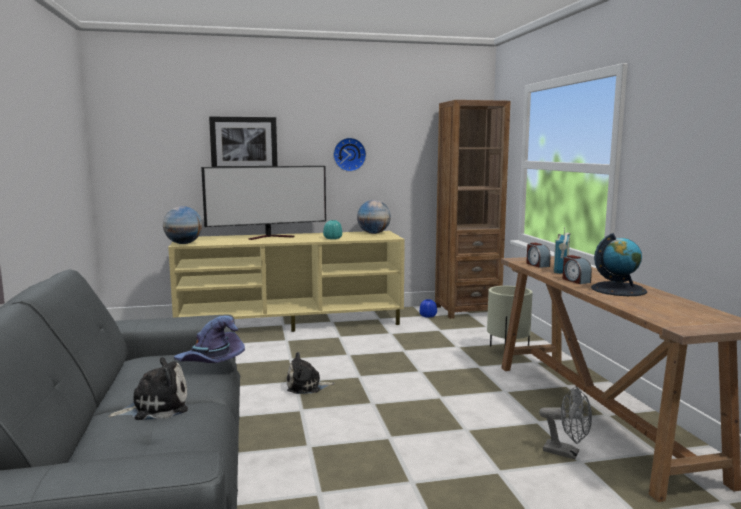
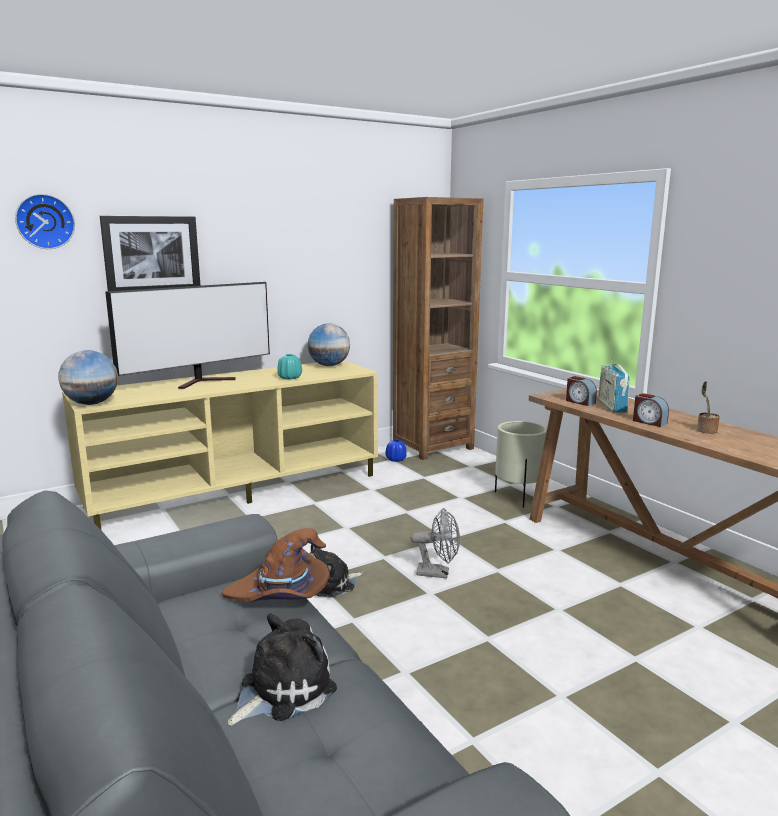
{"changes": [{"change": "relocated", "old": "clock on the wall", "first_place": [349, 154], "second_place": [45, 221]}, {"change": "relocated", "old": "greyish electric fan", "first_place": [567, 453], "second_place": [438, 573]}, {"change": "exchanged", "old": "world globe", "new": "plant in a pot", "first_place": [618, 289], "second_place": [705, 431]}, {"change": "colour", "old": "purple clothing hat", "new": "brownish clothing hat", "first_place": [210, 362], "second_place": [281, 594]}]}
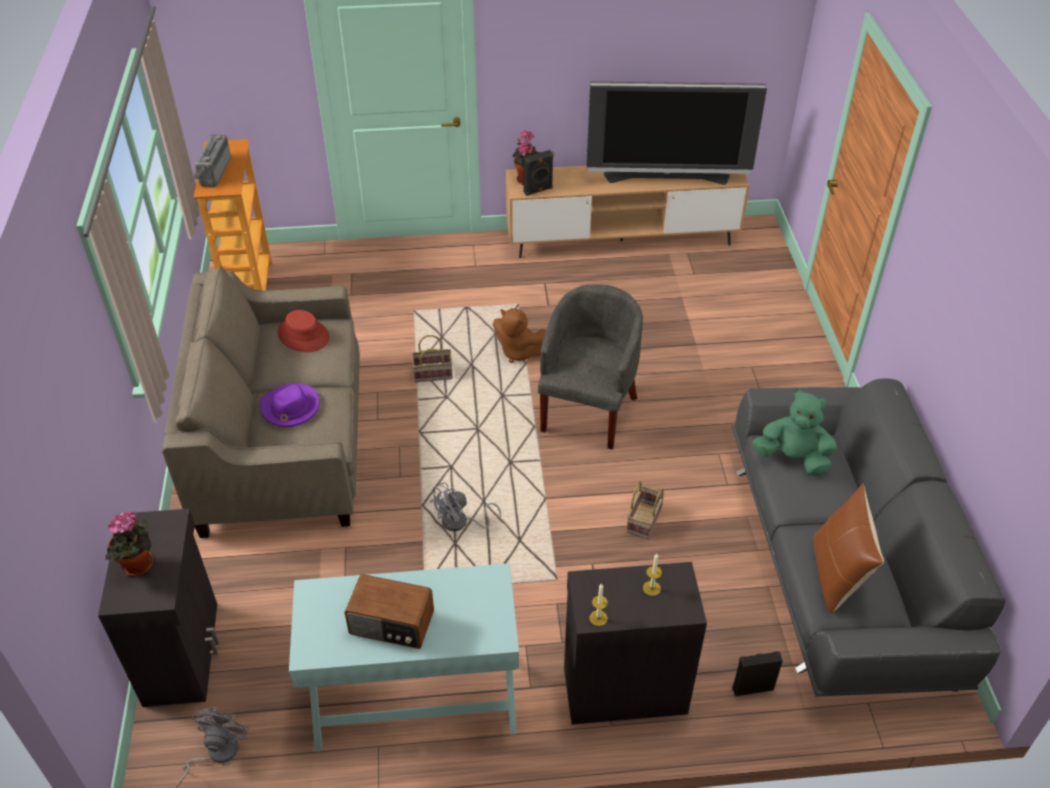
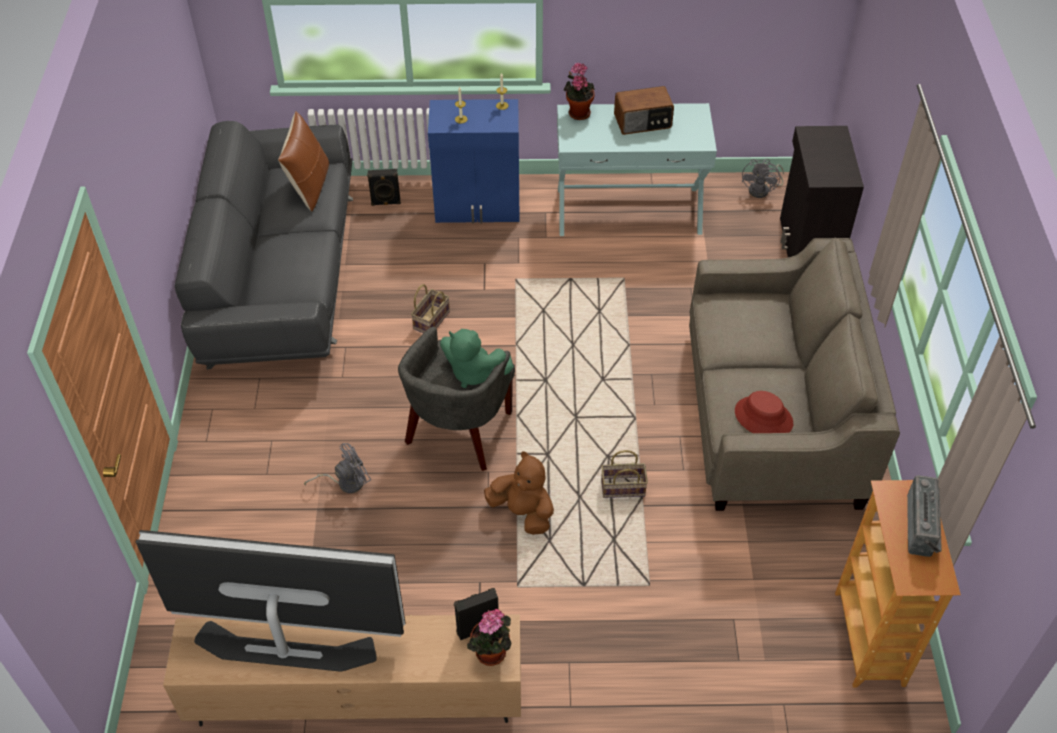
{"changes": [{"change": "missing", "old": "purple clothing hat", "first_place": [290, 408]}, {"change": "relocated", "old": "plant in a pot", "first_place": [138, 567], "second_place": [578, 112]}, {"change": "relocated", "old": "greyish electric fan", "first_place": [460, 523], "second_place": [345, 482]}, {"change": "relocated", "old": "green plush toy", "first_place": [793, 458], "second_place": [473, 372]}, {"change": "colour", "old": "black-coloured storage cabinet", "new": "blue-coloured storage cabinet", "first_place": [623, 689], "second_place": [478, 207]}, {"change": "spun", "old": "radio receiver", "first_place": [392, 624], "second_place": [643, 122], "degrees": 150}]}
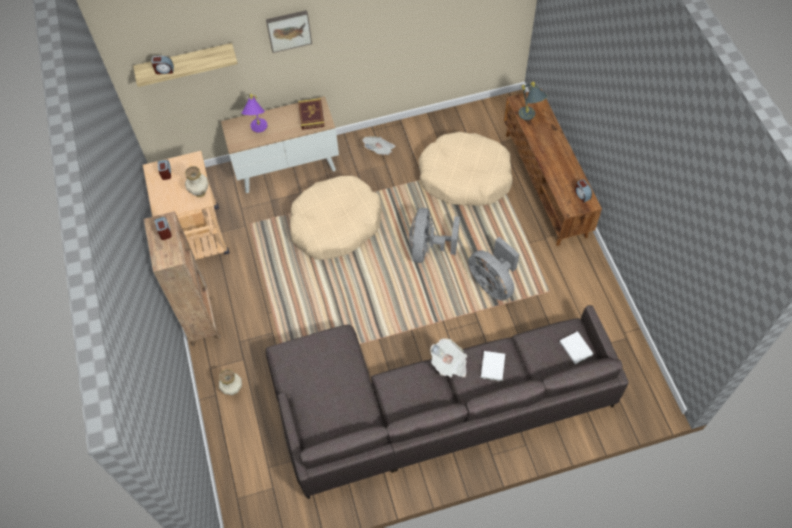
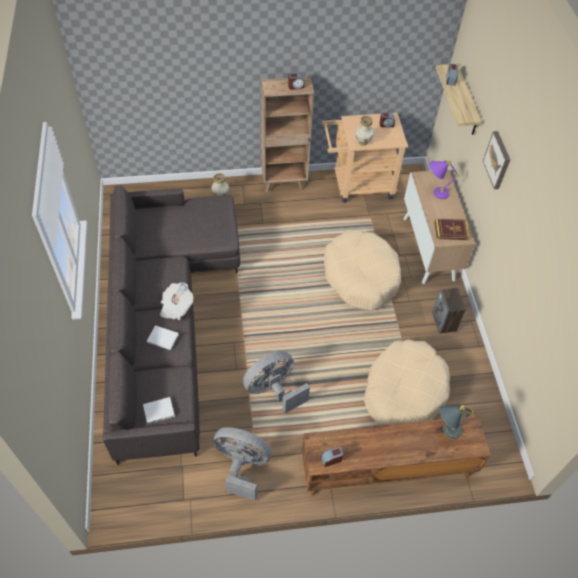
{"changes": [{"change": "relocated", "old": "greyish electric fan", "first_place": [428, 248], "second_place": [242, 465]}, {"change": "exchanged", "old": "newspaper", "new": "speaker", "first_place": [379, 150], "second_place": [444, 322]}]}
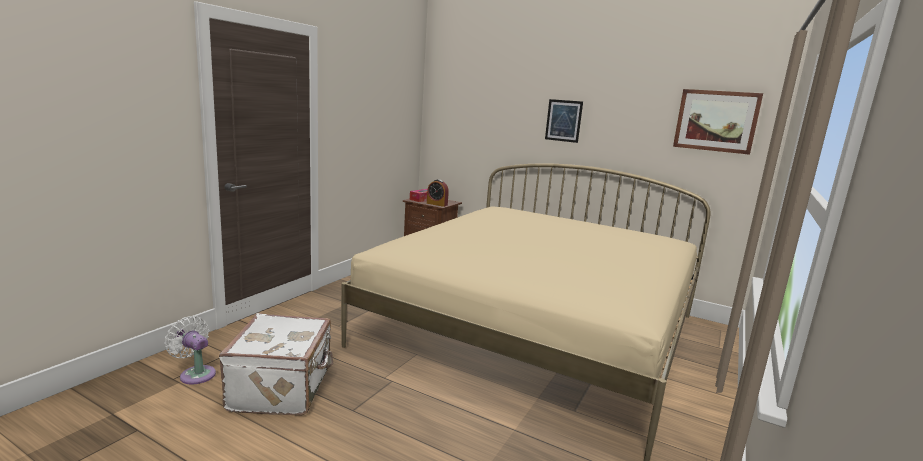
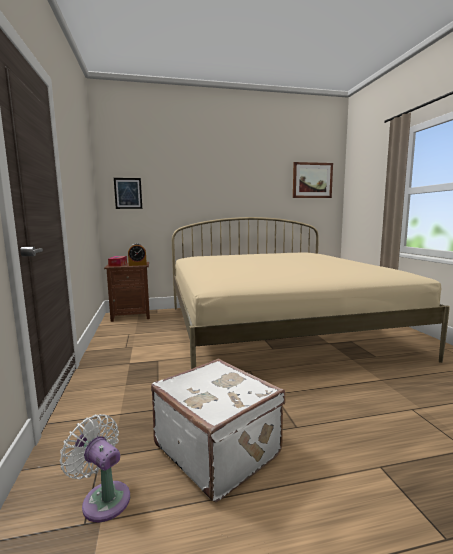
{"changes": [{"change": "relocated", "old": "wall picture", "first_place": [563, 120], "second_place": [128, 193]}, {"change": "spun", "old": "white-coloured electric fan", "first_place": [196, 374], "second_place": [103, 498], "degrees": 45}]}
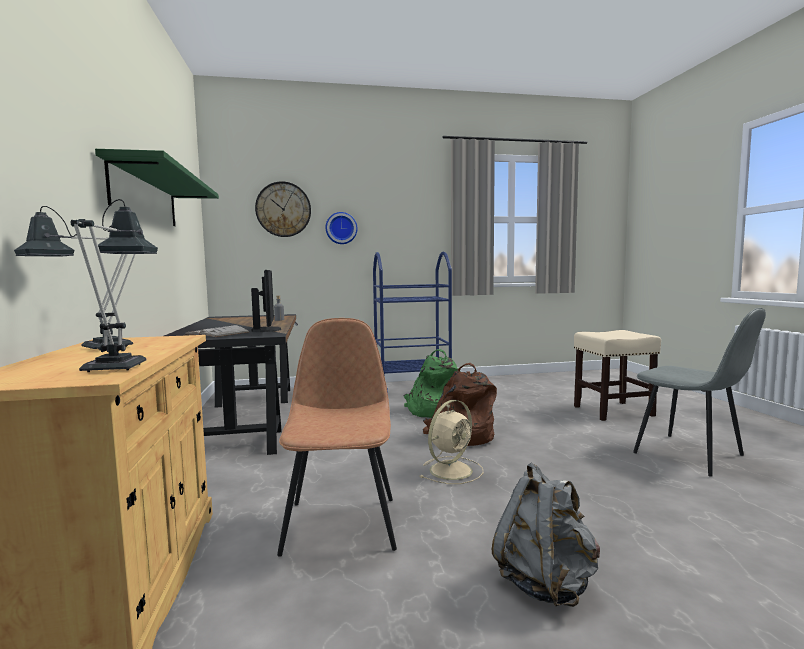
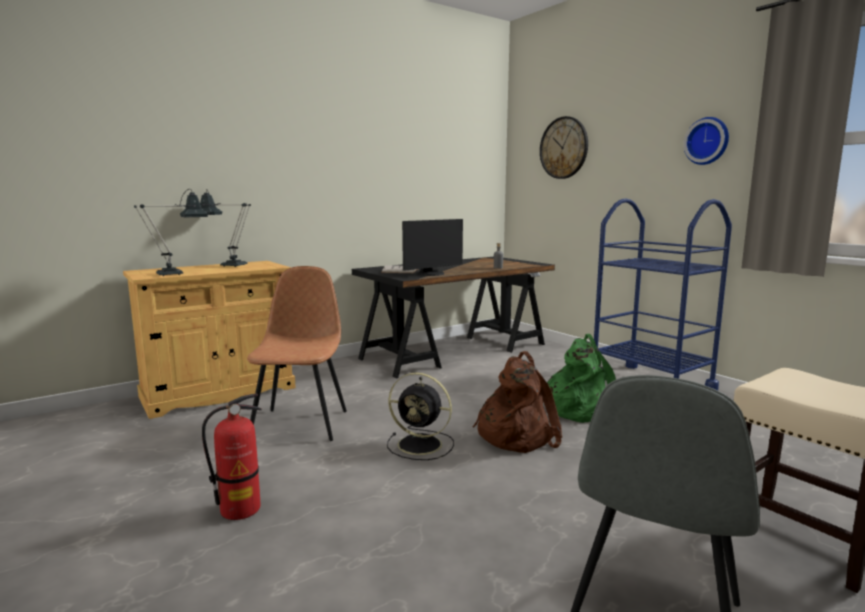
{"changes": [{"change": "missing", "old": "green shelf", "first_place": [145, 196]}, {"change": "relocated", "old": "clock on the wall", "first_place": [341, 228], "second_place": [707, 141]}, {"change": "exchanged", "old": "greyish backpack", "new": "fire extinguisher", "first_place": [545, 583], "second_place": [240, 509]}, {"change": "colour", "old": "sand-coloured electric fan", "new": "black-coloured electric fan", "first_place": [452, 470], "second_place": [421, 445]}, {"change": "spun", "old": "brownish chair", "first_place": [341, 523], "second_place": [300, 423], "degrees": -60}]}
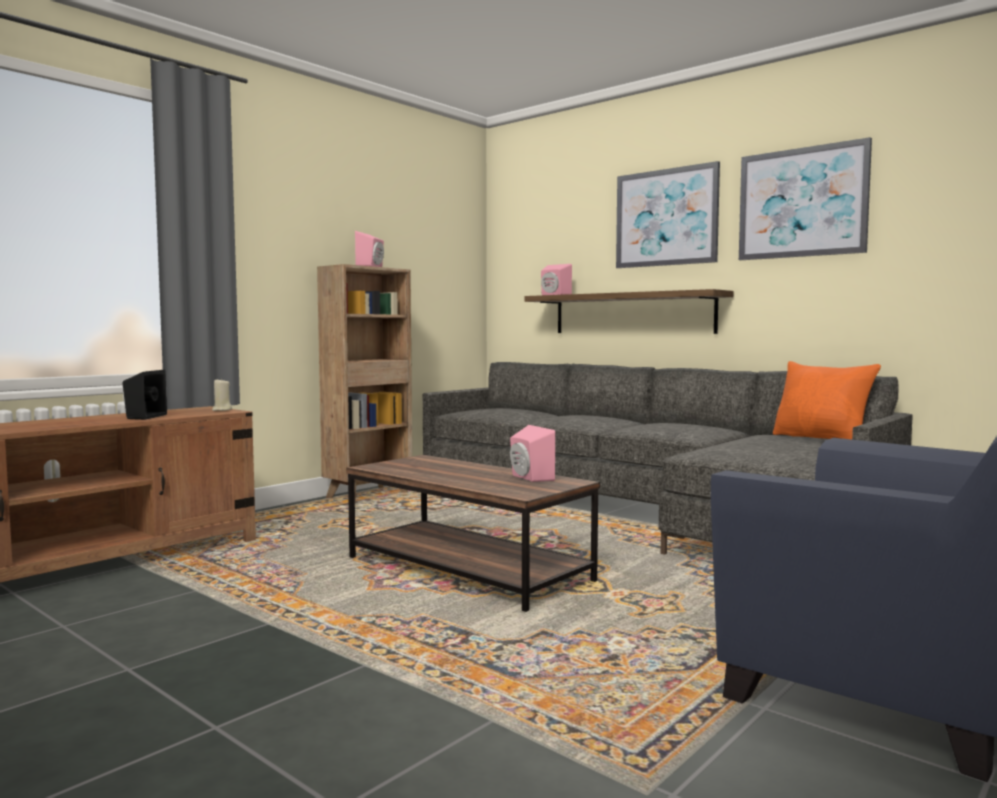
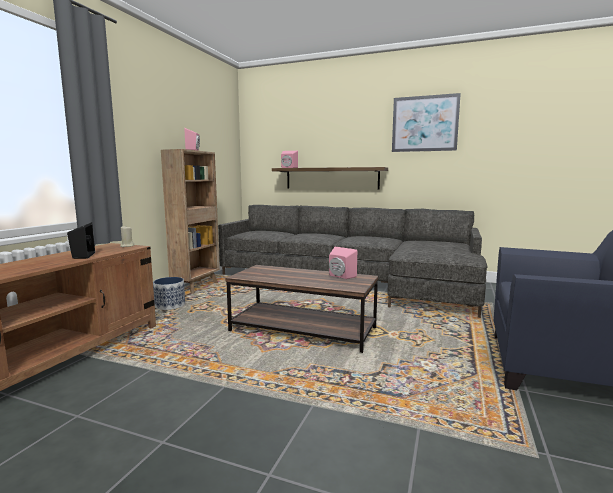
{"changes": [{"change": "missing", "old": "wall picture", "first_place": [666, 217]}, {"change": "missing", "old": "orangey cushion", "first_place": [821, 439]}, {"change": "appeared", "new": "planter", "second_place": [170, 305]}]}
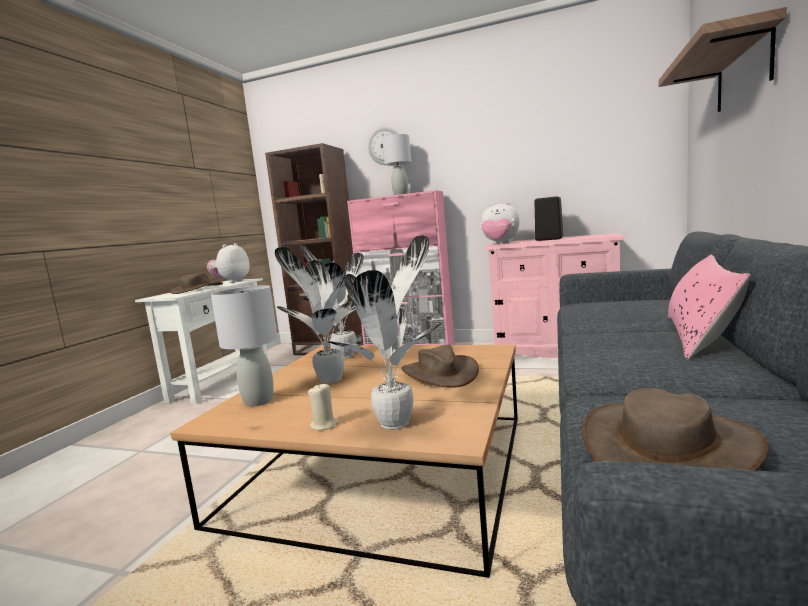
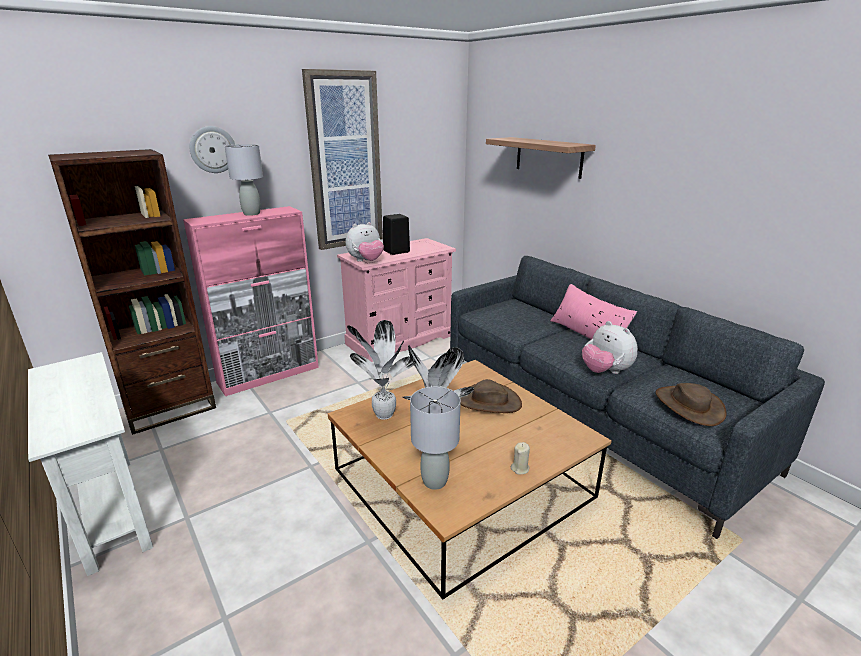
{"changes": [{"change": "missing", "old": "brownish clothing hat", "first_place": [197, 289]}, {"change": "missing", "old": "plant in a pot", "first_place": [398, 422]}, {"change": "appeared", "new": "wall picture", "second_place": [345, 162]}, {"change": "relocated", "old": "plush toy", "first_place": [231, 282], "second_place": [605, 371]}]}
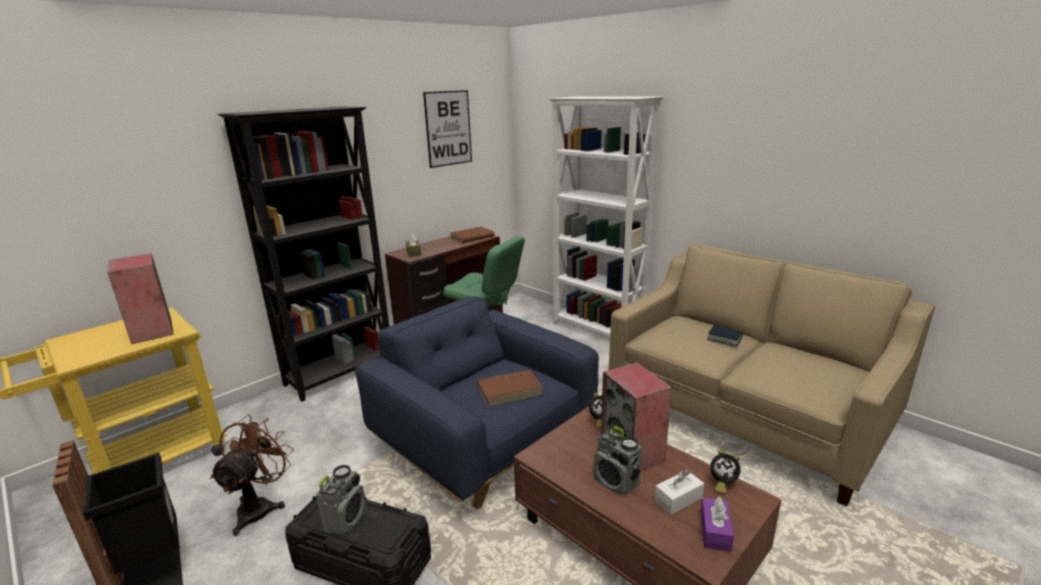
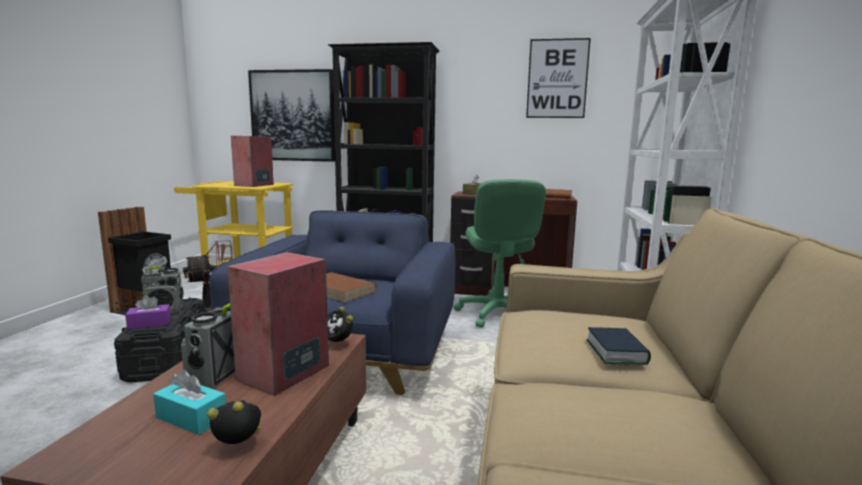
{"changes": [{"change": "appeared", "new": "wall picture", "second_place": [293, 116]}, {"change": "relocated", "old": "purple tissue box", "first_place": [715, 531], "second_place": [149, 324]}, {"change": "colour", "old": "white-coloured tissue box", "new": "turquoise tissue box", "first_place": [678, 499], "second_place": [191, 418]}, {"change": "spun", "old": "table clock", "first_place": [721, 483], "second_place": [240, 446], "degrees": 105}]}
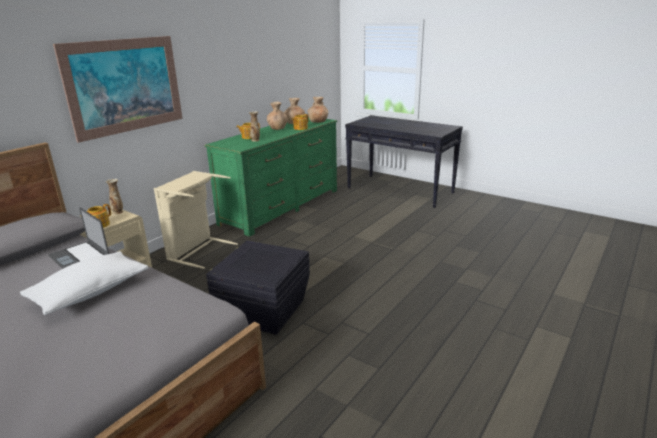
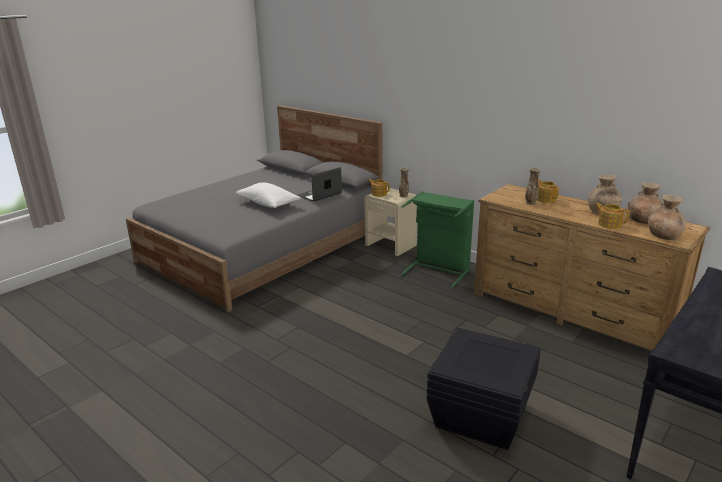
{"changes": [{"change": "missing", "old": "wall picture", "first_place": [125, 86]}, {"change": "relocated", "old": "black-coloured storage bin", "first_place": [263, 311], "second_place": [480, 414]}, {"change": "colour", "old": "sand-coloured hamper", "new": "green hamper", "first_place": [197, 251], "second_place": [438, 270]}, {"change": "colour", "old": "green chest of drawers", "new": "brownish chest of drawers", "first_place": [281, 206], "second_place": [571, 312]}]}
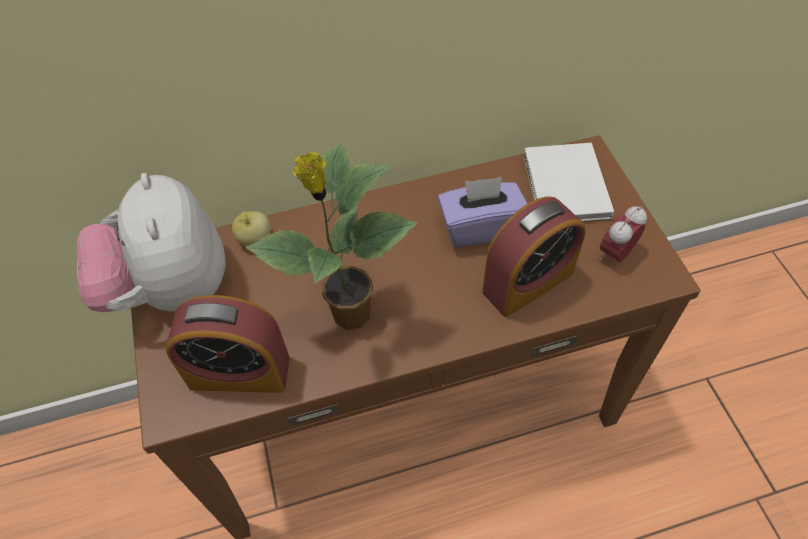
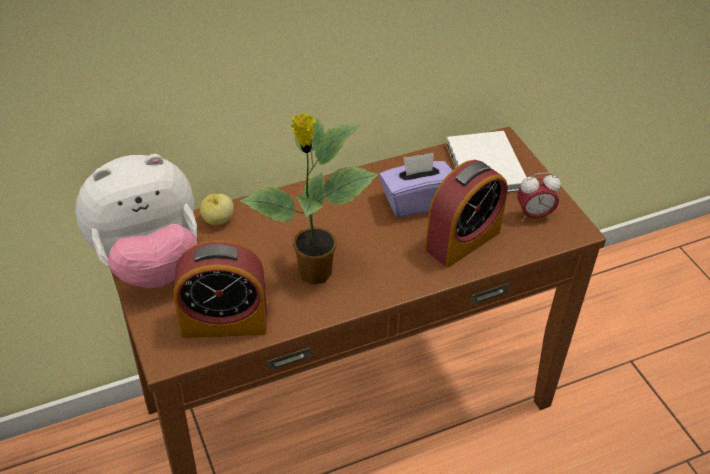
{"changes": [{"change": "spun", "old": "plush toy", "first_place": [171, 289], "second_place": [149, 263], "degrees": -90}, {"change": "spun", "old": "table clock", "first_place": [616, 253], "second_place": [534, 215], "degrees": -135}]}
